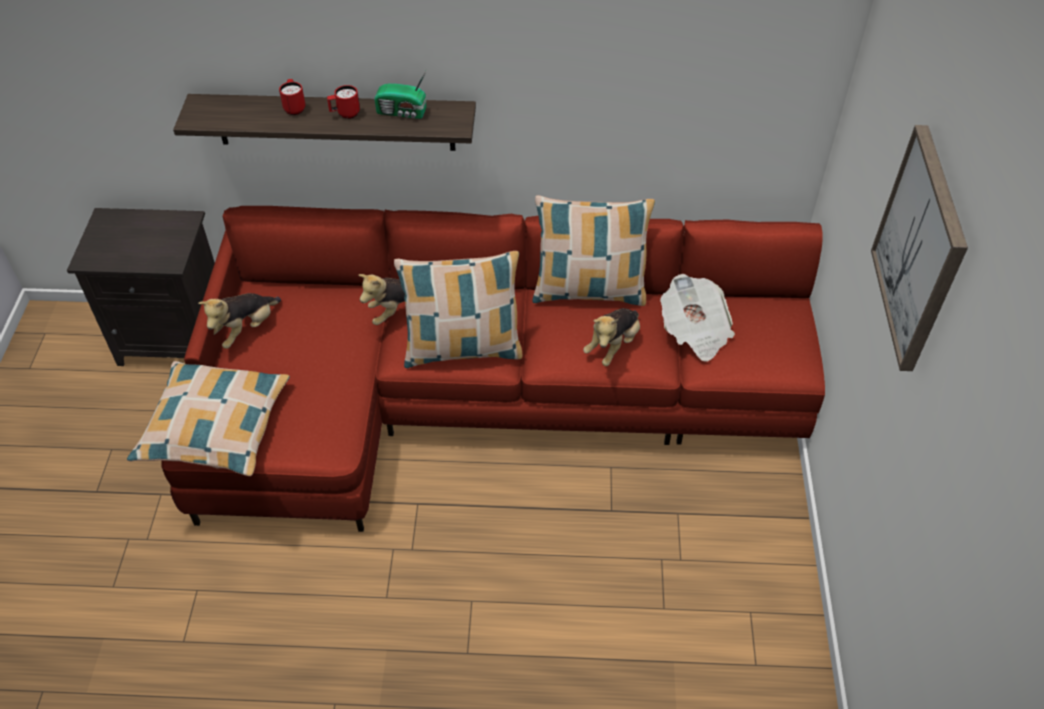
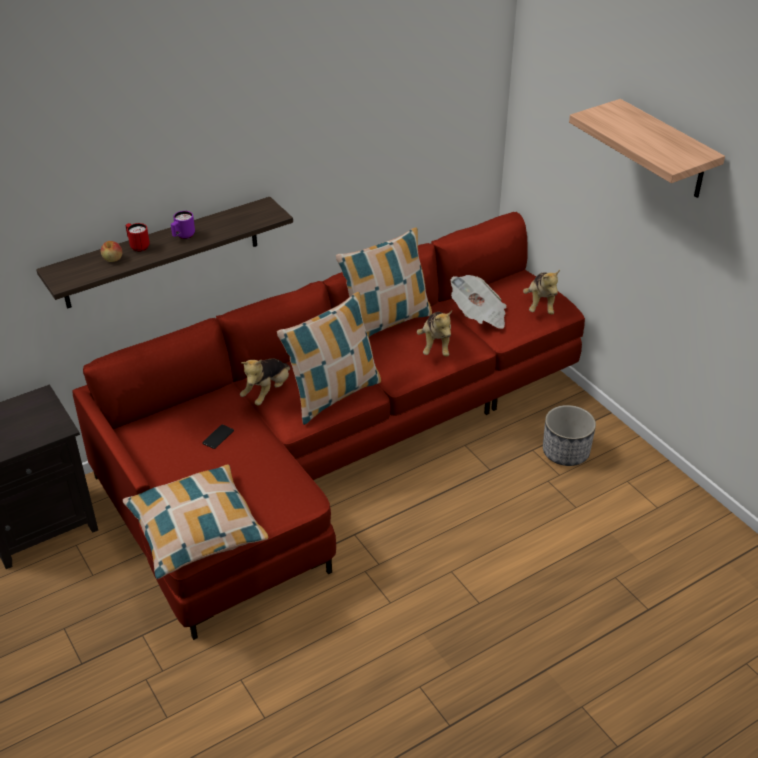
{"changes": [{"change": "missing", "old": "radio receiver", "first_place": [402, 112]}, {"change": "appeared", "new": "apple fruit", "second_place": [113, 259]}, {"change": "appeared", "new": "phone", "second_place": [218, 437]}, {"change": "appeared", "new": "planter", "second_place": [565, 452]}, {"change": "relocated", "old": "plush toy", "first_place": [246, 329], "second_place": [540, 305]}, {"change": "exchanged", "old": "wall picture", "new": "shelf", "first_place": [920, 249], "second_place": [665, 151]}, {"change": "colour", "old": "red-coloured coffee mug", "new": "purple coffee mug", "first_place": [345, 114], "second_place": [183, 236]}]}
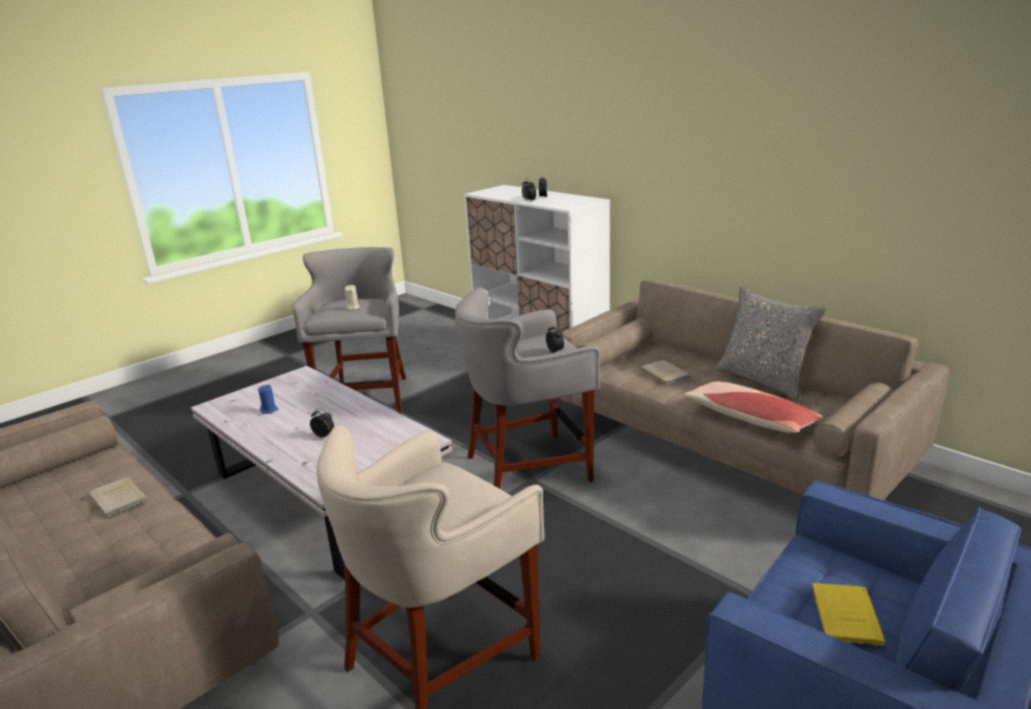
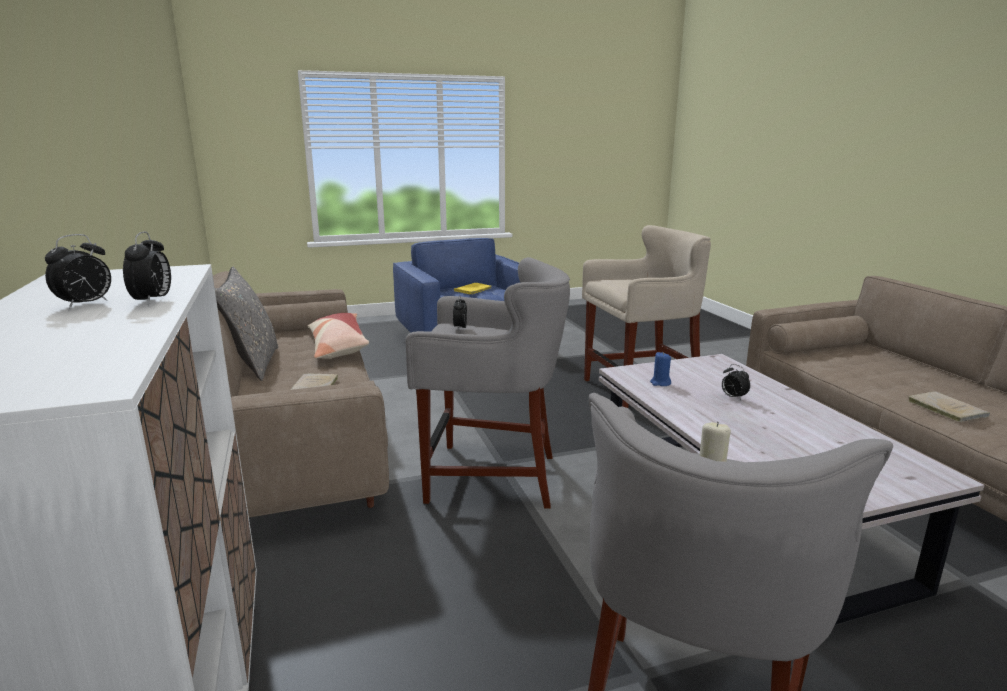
{"changes": [{"change": "relocated", "old": "blue-coloured wax candle", "first_place": [269, 410], "second_place": [660, 383]}]}
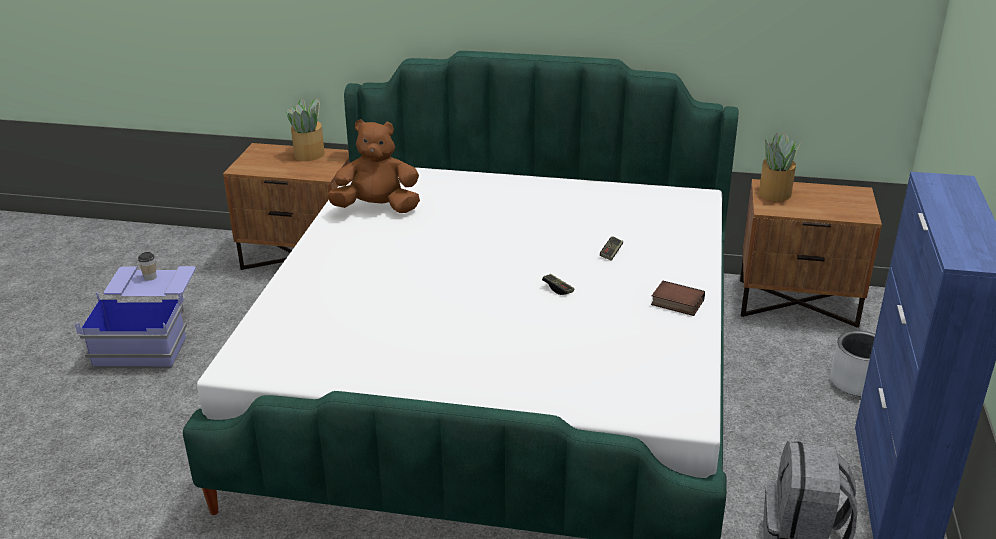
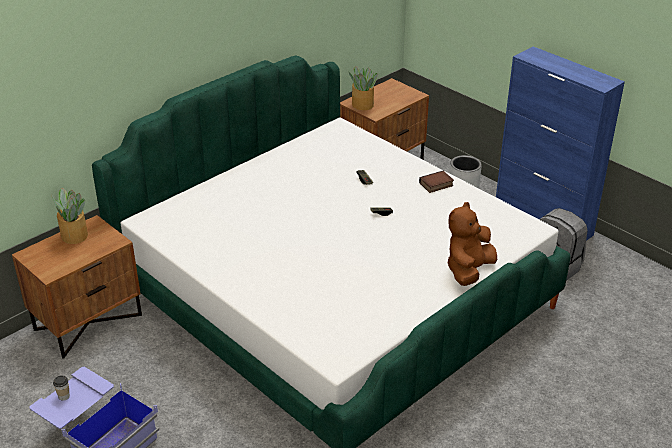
{"changes": [{"change": "relocated", "old": "brownish plush toy", "first_place": [377, 208], "second_place": [468, 271]}]}
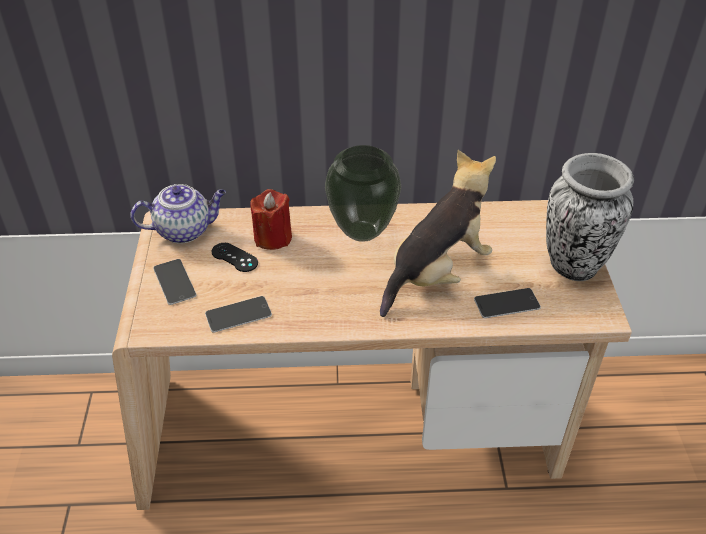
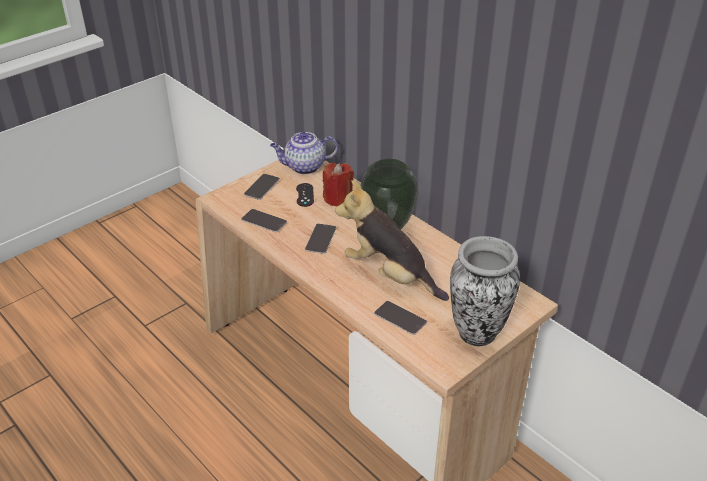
{"changes": [{"change": "appeared", "new": "phone", "second_place": [320, 238]}, {"change": "spun", "old": "tea pot", "first_place": [185, 230], "second_place": [304, 167], "degrees": 135}, {"change": "spun", "old": "plush toy", "first_place": [436, 273], "second_place": [389, 275], "degrees": -150}]}
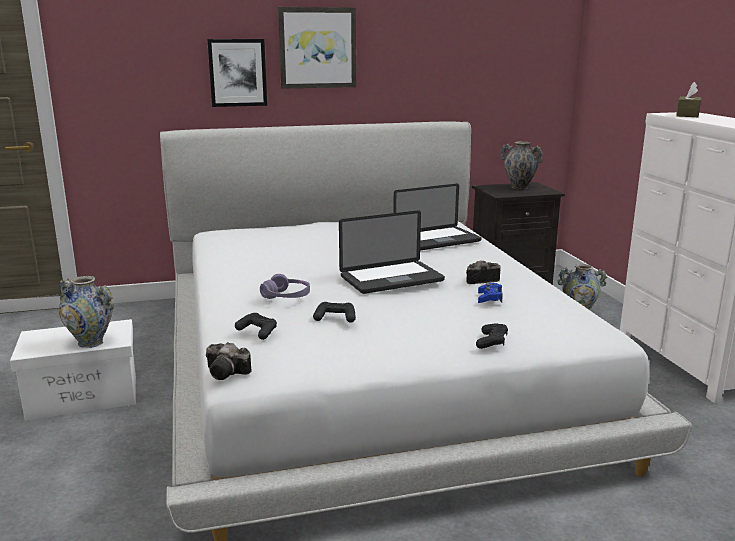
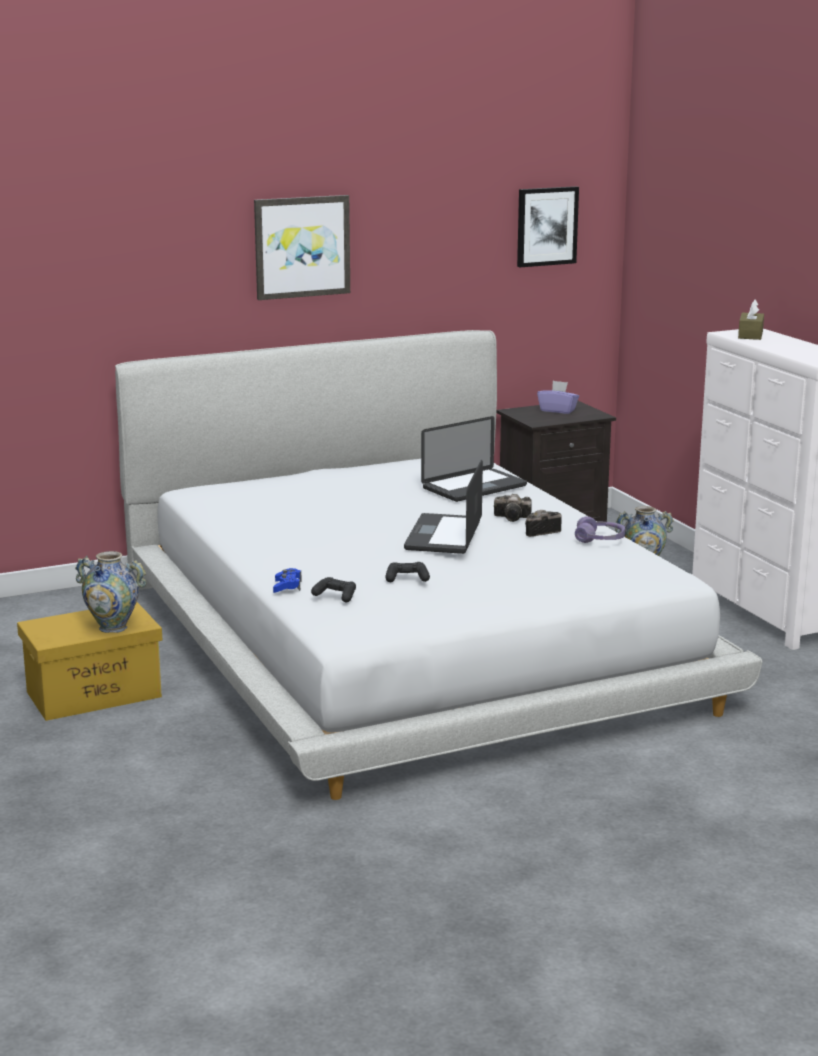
{"changes": [{"change": "missing", "old": "black-coloured game controller", "first_place": [492, 342]}, {"change": "relocated", "old": "still camera", "first_place": [228, 373], "second_place": [514, 518]}, {"change": "relocated", "old": "wall picture", "first_place": [237, 72], "second_place": [546, 226]}, {"change": "relocated", "old": "purple headset", "first_place": [286, 296], "second_place": [599, 539]}, {"change": "relocated", "old": "blue-coloured game controller", "first_place": [489, 298], "second_place": [287, 586]}, {"change": "exchanged", "old": "flower vase", "new": "purple tissue box", "first_place": [519, 187], "second_place": [557, 410]}, {"change": "colour", "old": "white-coloured storage bin", "new": "yellow storage bin", "first_place": [84, 396], "second_place": [95, 694]}, {"change": "spun", "old": "laptop", "first_place": [391, 279], "second_place": [444, 536], "degrees": 135}]}
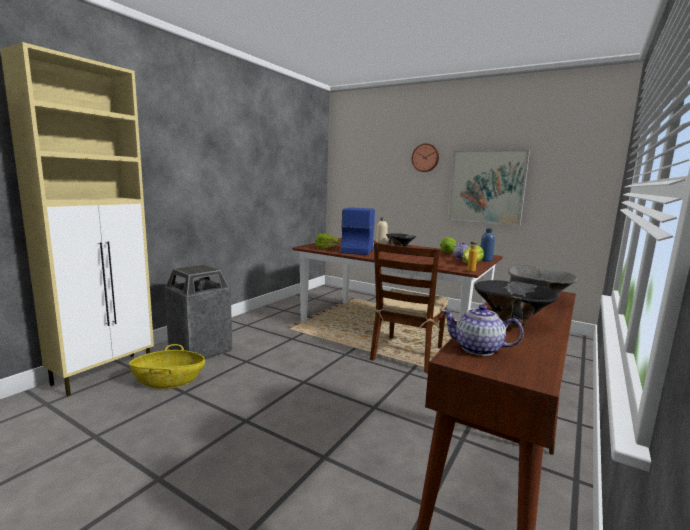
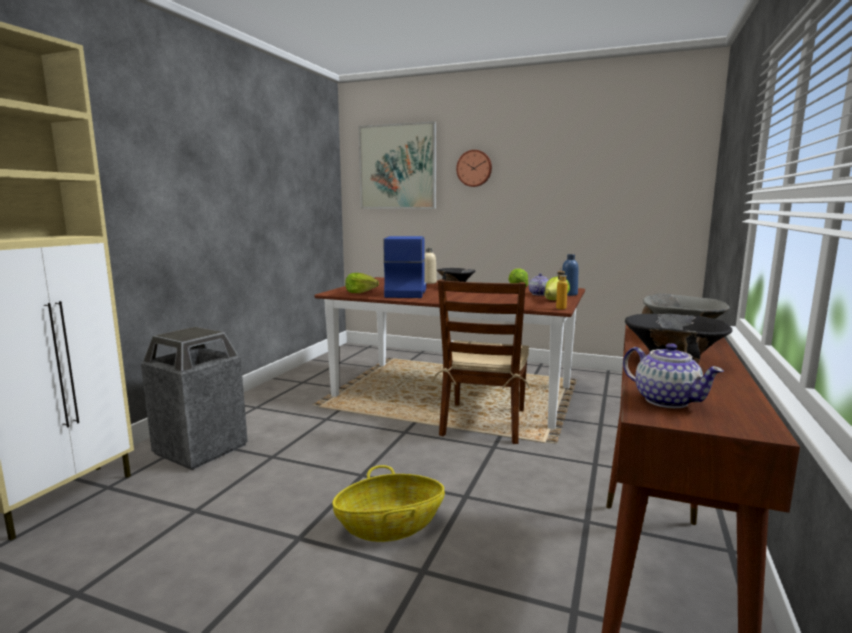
{"changes": [{"change": "relocated", "old": "storage basket", "first_place": [169, 381], "second_place": [390, 526]}, {"change": "relocated", "old": "wall picture", "first_place": [486, 186], "second_place": [397, 167]}, {"change": "spun", "old": "tea pot", "first_place": [478, 349], "second_place": [666, 400], "degrees": -135}]}
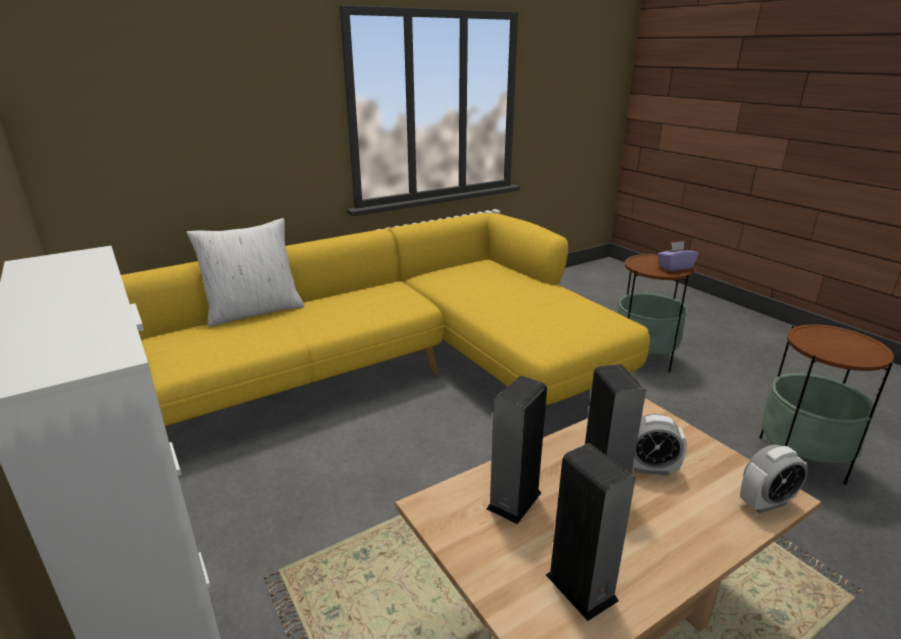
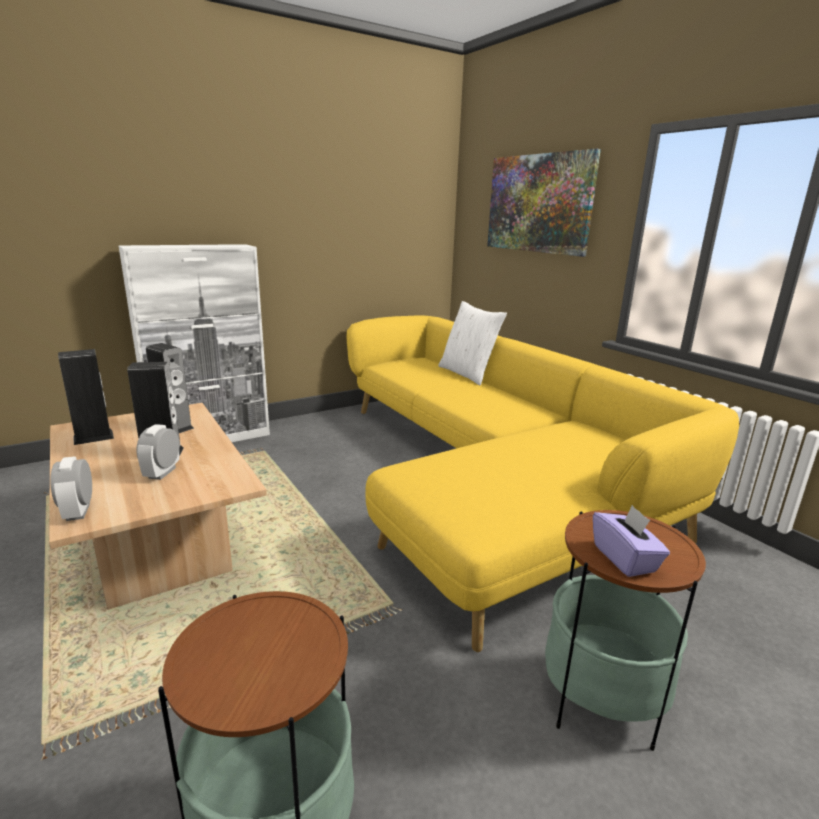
{"changes": [{"change": "appeared", "new": "wall picture", "second_place": [538, 203]}]}
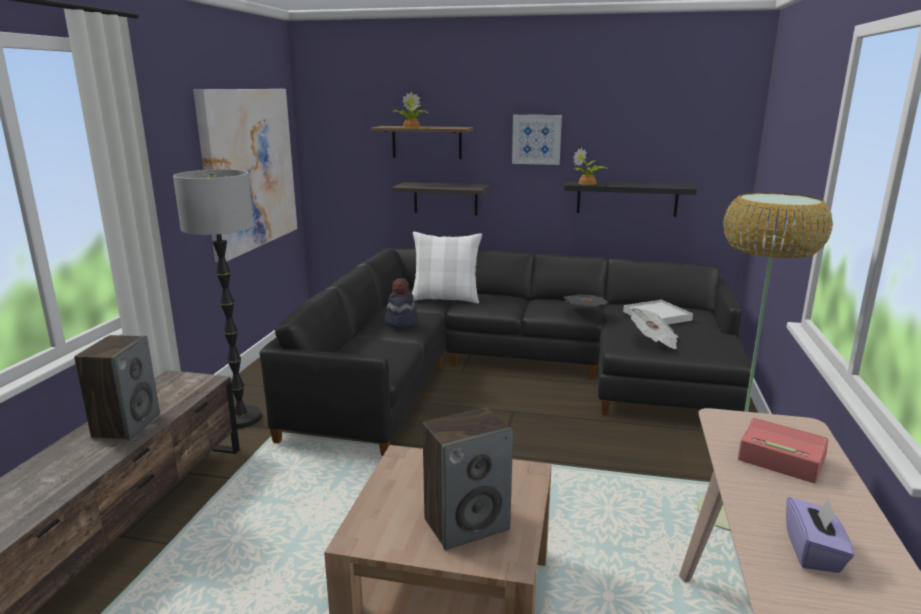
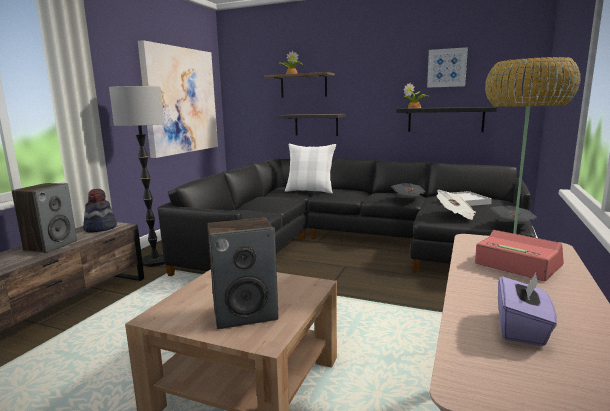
{"changes": [{"change": "appeared", "new": "newspaper", "second_place": [512, 225]}, {"change": "relocated", "old": "clothing hat", "first_place": [401, 322], "second_place": [100, 228]}, {"change": "relocated", "old": "wall picture", "first_place": [536, 139], "second_place": [447, 68]}]}
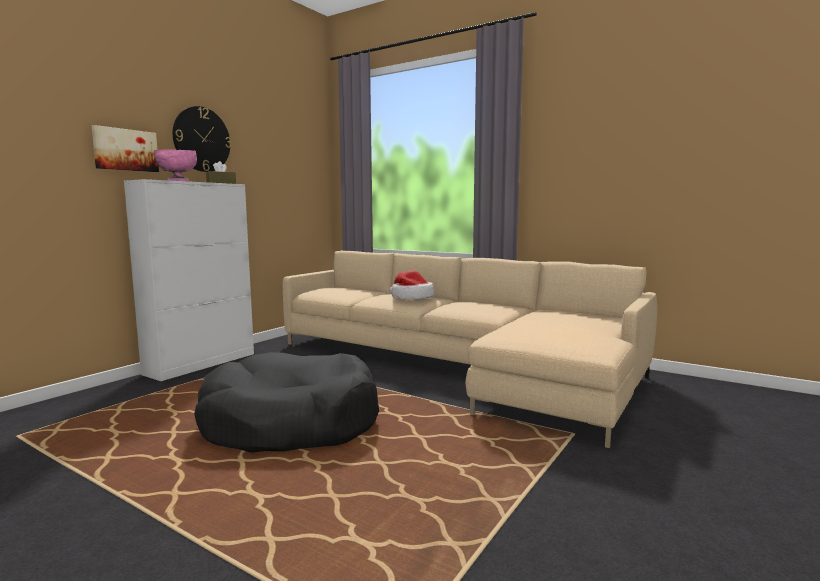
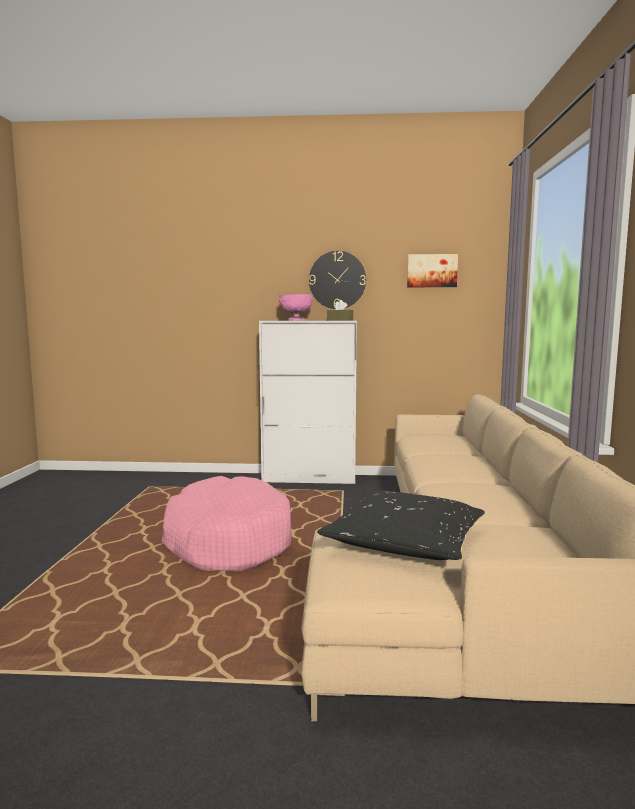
{"changes": [{"change": "missing", "old": "clothing hat", "first_place": [411, 298]}, {"change": "appeared", "new": "black-coloured cushion", "second_place": [404, 542]}, {"change": "relocated", "old": "wall picture", "first_place": [125, 150], "second_place": [432, 271]}, {"change": "colour", "old": "black-coloured dog cushion", "new": "pinkish dog cushion", "first_place": [290, 423], "second_place": [227, 541]}]}
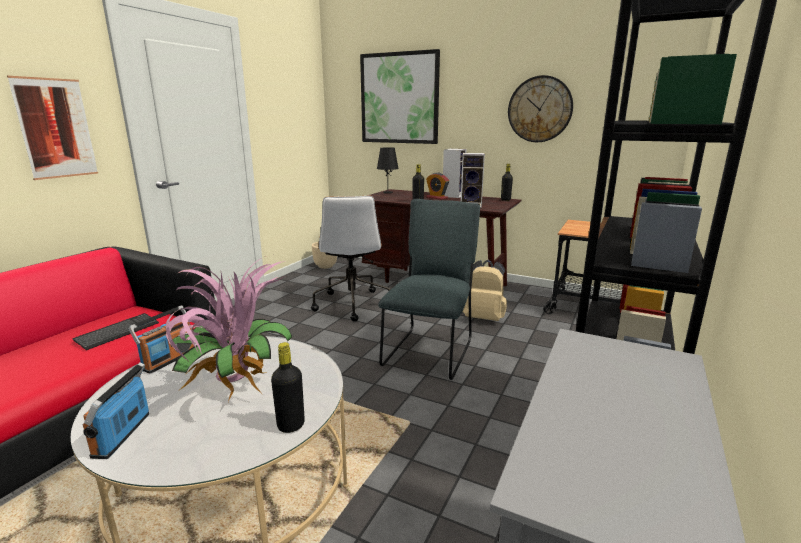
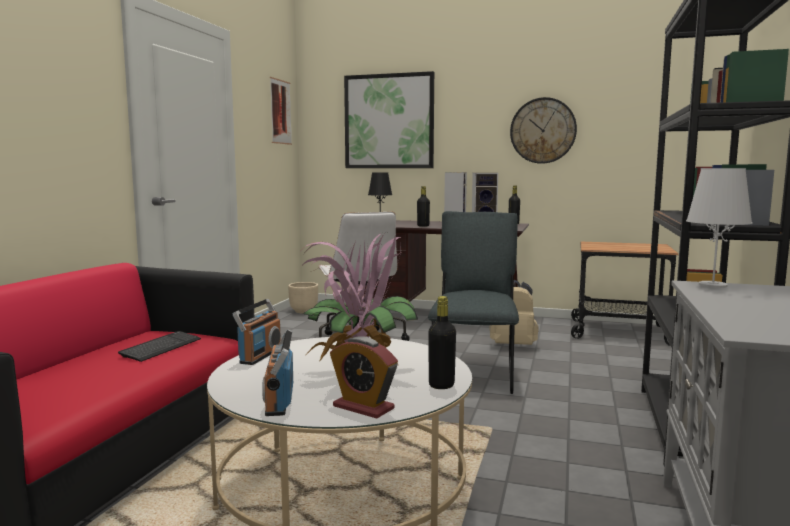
{"changes": [{"change": "appeared", "new": "white-coloured tabletop lamp", "second_place": [713, 285]}, {"change": "relocated", "old": "wall picture", "first_place": [56, 128], "second_place": [280, 112]}, {"change": "relocated", "old": "table clock", "first_place": [437, 198], "second_place": [363, 407]}]}
